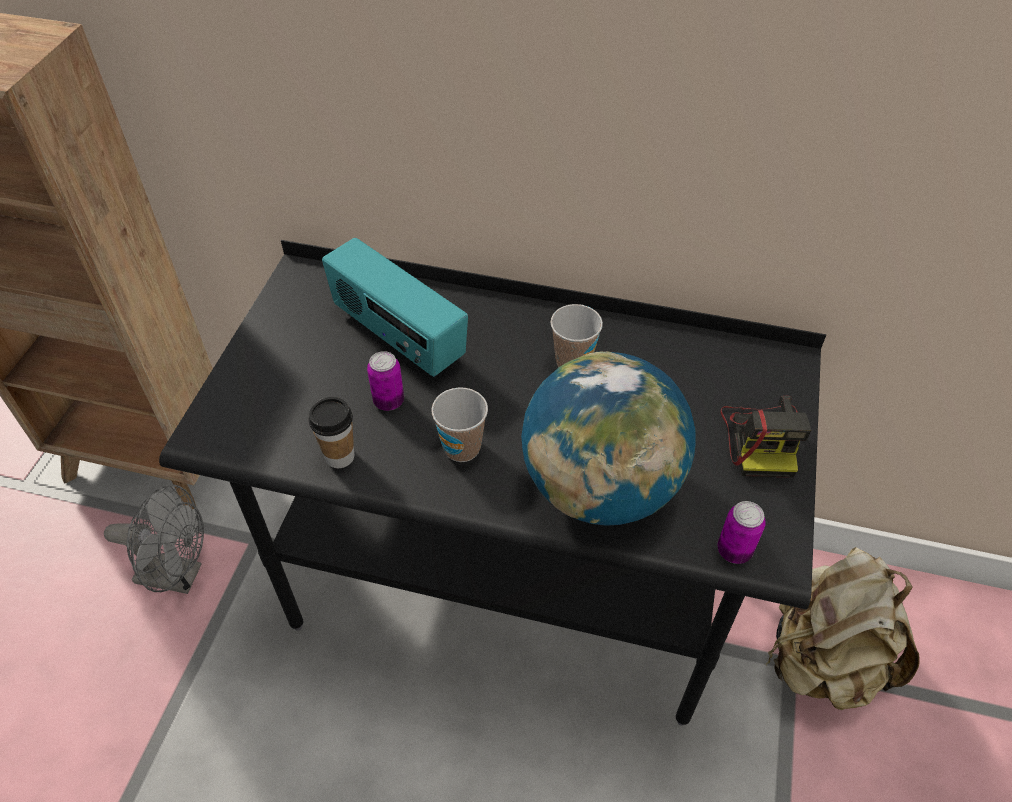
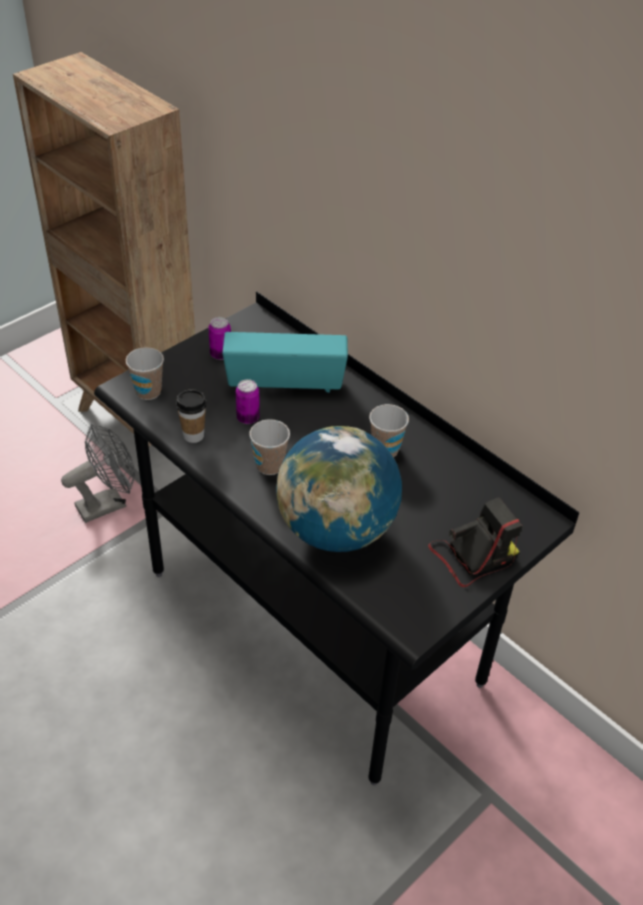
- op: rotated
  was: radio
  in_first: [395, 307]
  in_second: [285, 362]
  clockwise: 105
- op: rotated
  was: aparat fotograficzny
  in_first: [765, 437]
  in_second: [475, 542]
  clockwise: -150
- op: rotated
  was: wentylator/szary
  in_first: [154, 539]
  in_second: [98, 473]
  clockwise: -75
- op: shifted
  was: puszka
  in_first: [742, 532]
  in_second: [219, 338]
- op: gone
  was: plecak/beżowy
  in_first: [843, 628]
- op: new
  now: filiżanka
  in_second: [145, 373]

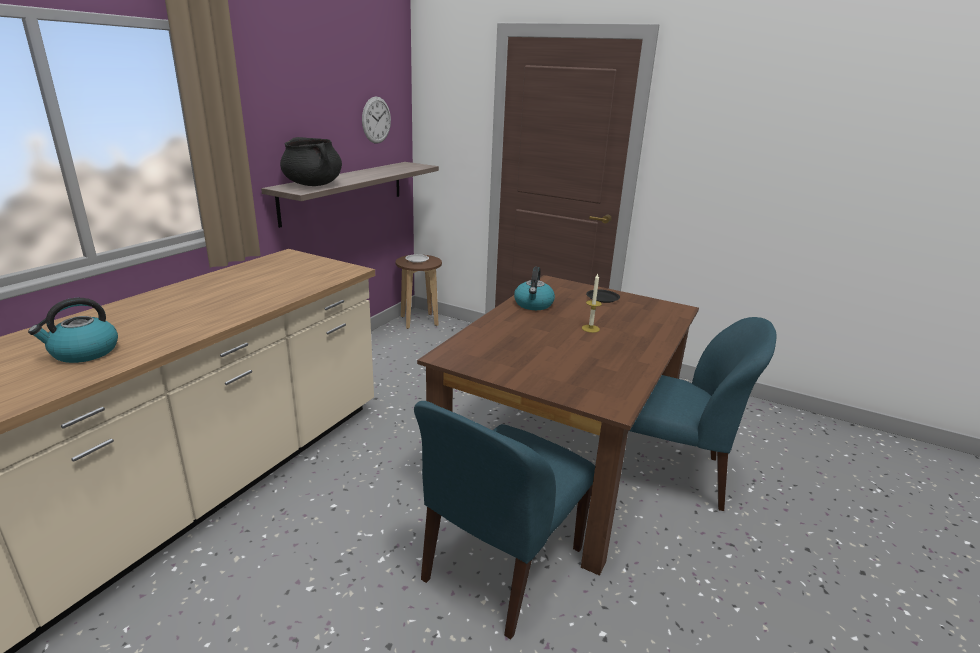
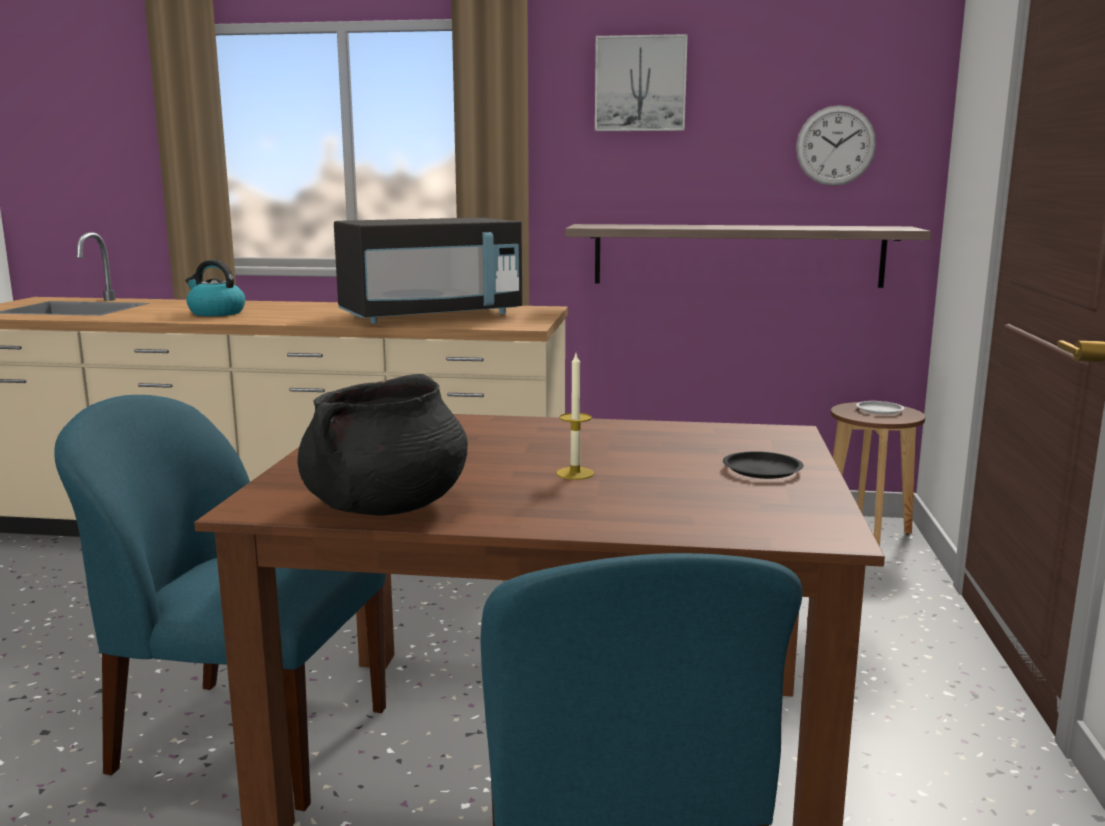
- op: shifted
  was: garnek/czarny
  in_first: [311, 161]
  in_second: [383, 445]
- op: gone
  was: czajnik
  in_first: [534, 288]
- op: new
  now: obraz
  in_second: [641, 82]
- op: new
  now: mikrofalówka/czarny
  in_second: [428, 271]

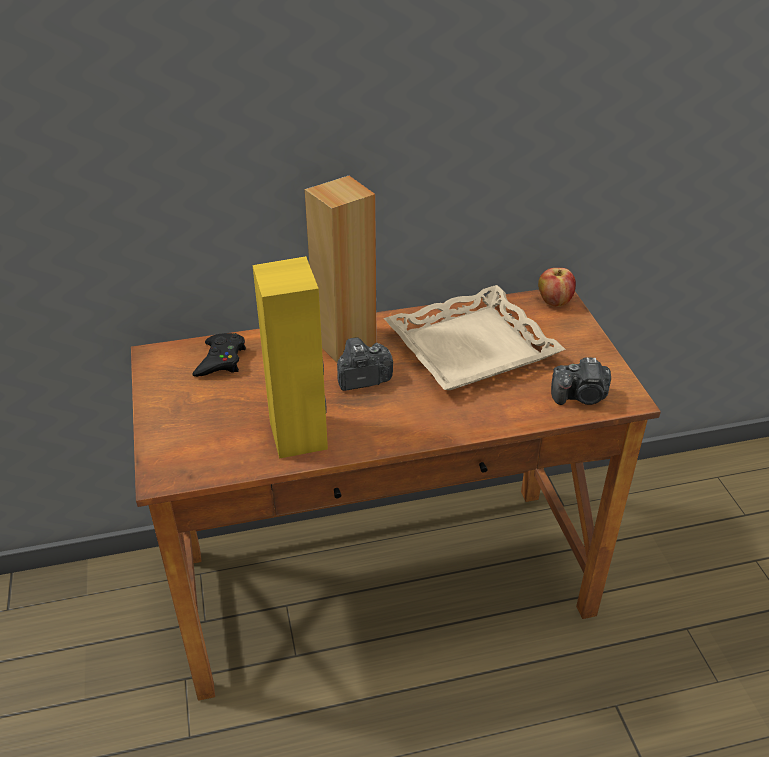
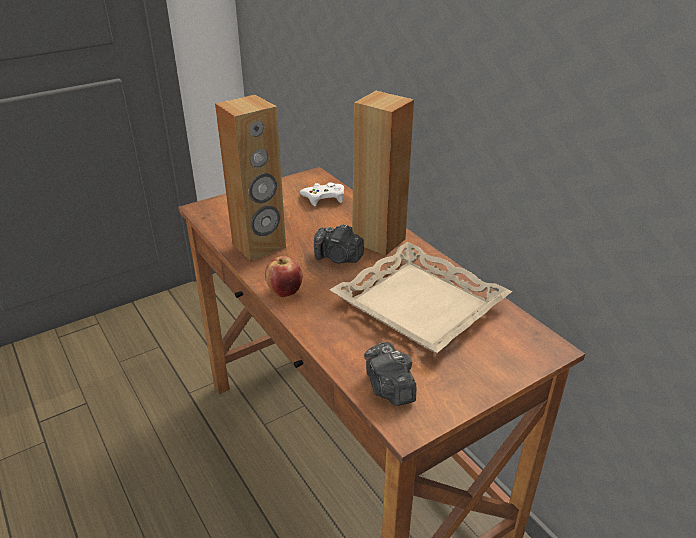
- op: repainted
  was: głośnik/żółty
  now: głośnik/brązowy
  in_first: [290, 357]
  in_second: [250, 178]
- op: shifted
  was: jabłko
  in_first: [557, 287]
  in_second: [284, 276]
- op: repainted
  was: pad do gier/czarny
  now: pad do gier/biały
  in_first: [219, 355]
  in_second: [322, 194]
- op: rotated
  was: aparat fotograficzny
  in_first: [365, 364]
  in_second: [339, 243]
  clockwise: 150

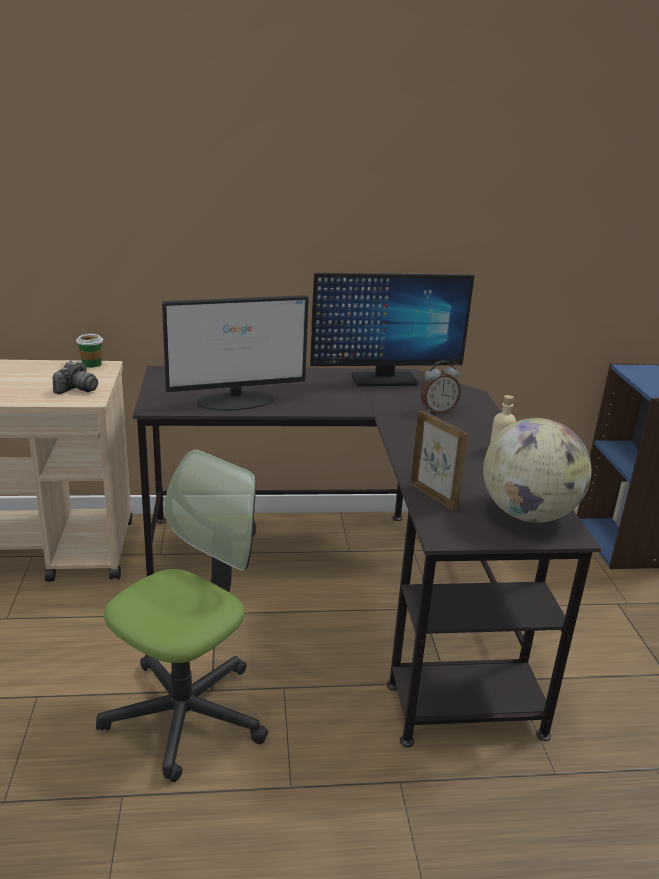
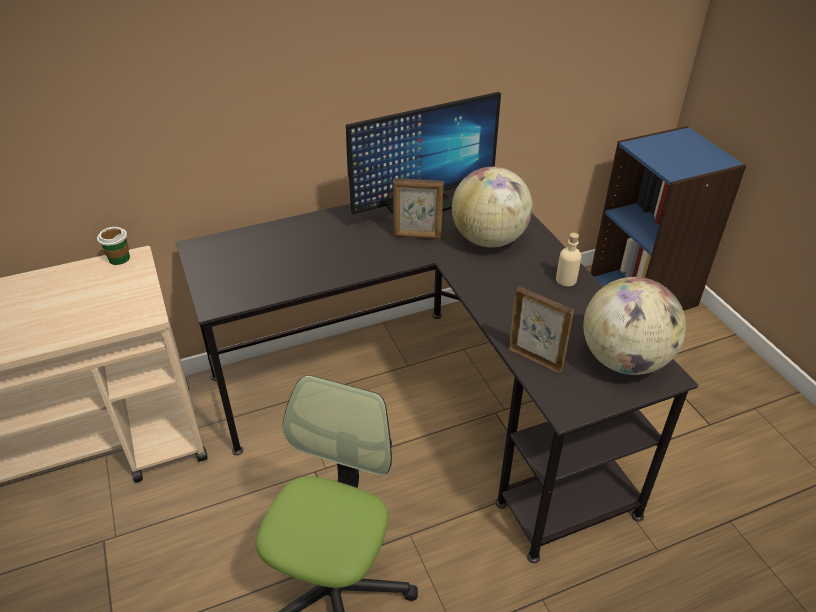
- op: gone
  was: monitor
  in_first: [235, 352]
- op: gone
  was: aparat fotograficzny
  in_first: [75, 377]
- op: swapped
  was: budzik
  now: globus
  in_first: [440, 387]
  in_second: [492, 207]
- op: new
  now: ramka na zdjęcie
  in_second: [418, 208]

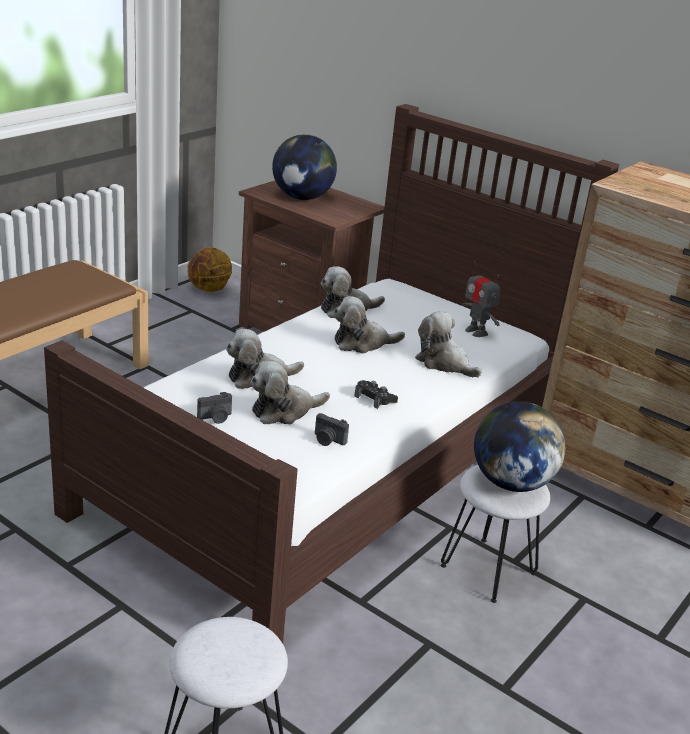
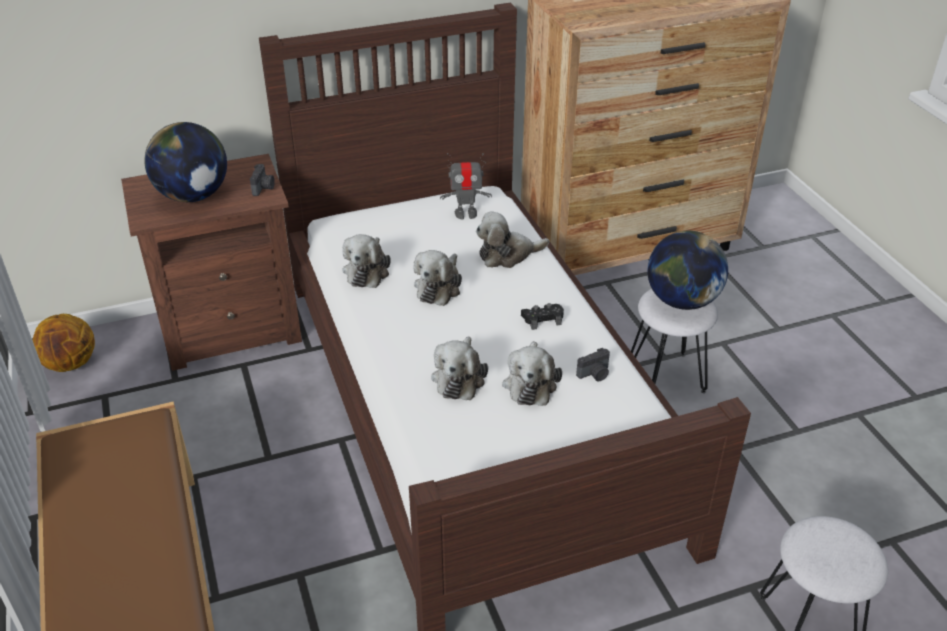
- op: shifted
  was: aparat fotograficzny
  in_first: [214, 408]
  in_second: [262, 180]

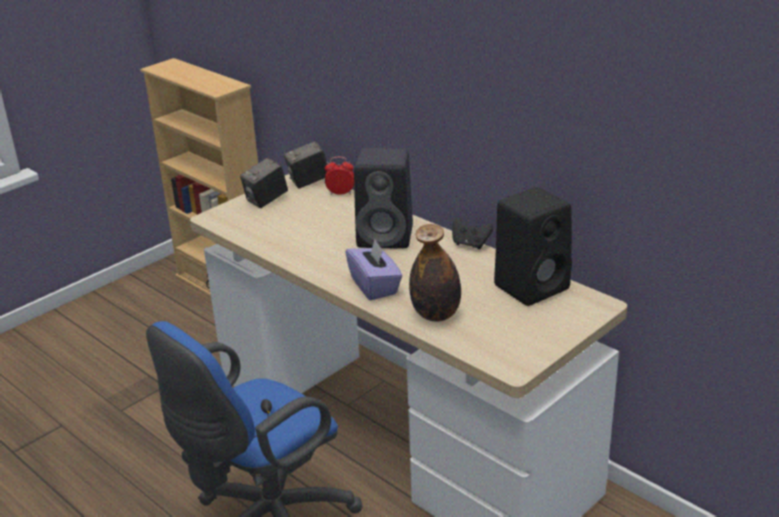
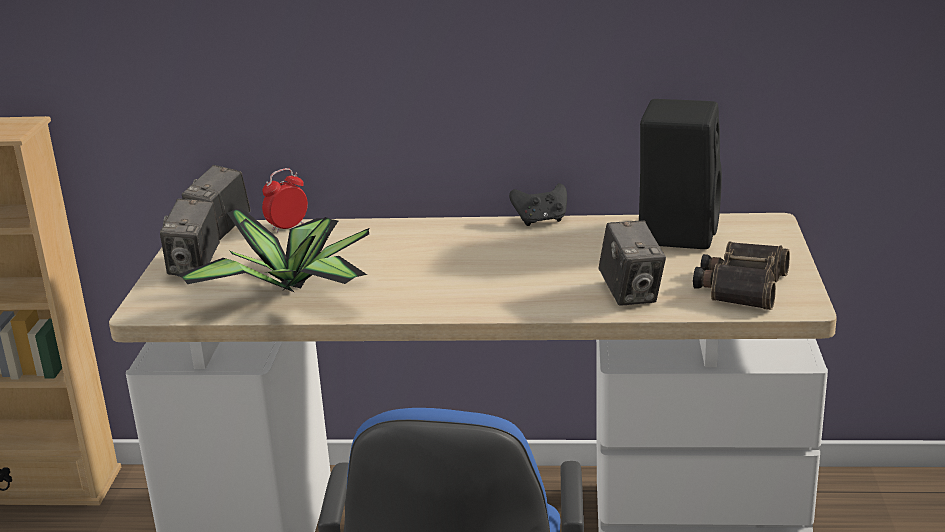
- op: gone
  was: głośnik/czarny
  in_first: [383, 198]
- op: swapped
  was: butelka
  now: aparat fotograficzny
  in_first: [435, 273]
  in_second: [632, 263]
- op: gone
  was: pudełko chusteczek/fioletowy
  in_first: [373, 269]
- op: new
  now: roślina doniczkowa
  in_second: [272, 250]
- op: new
  now: lornetka
  in_second: [741, 276]

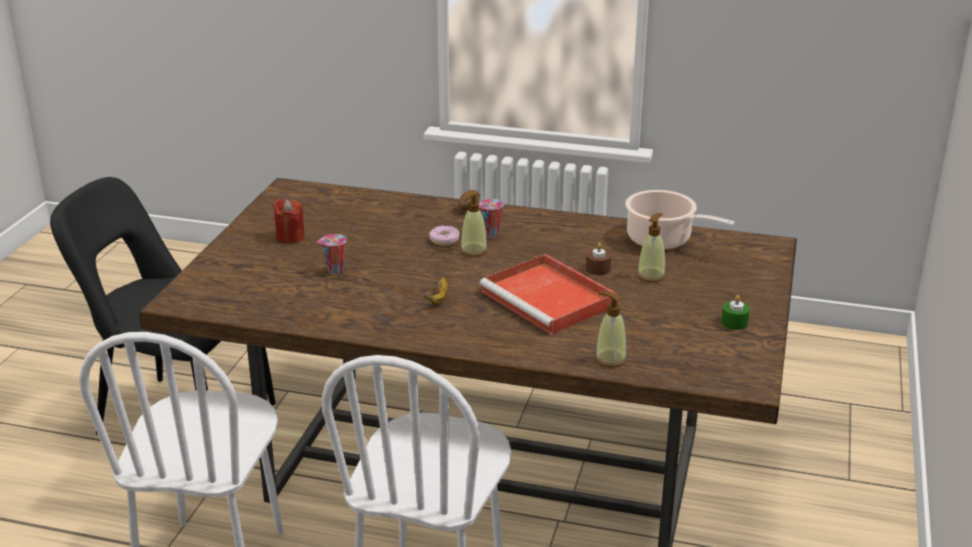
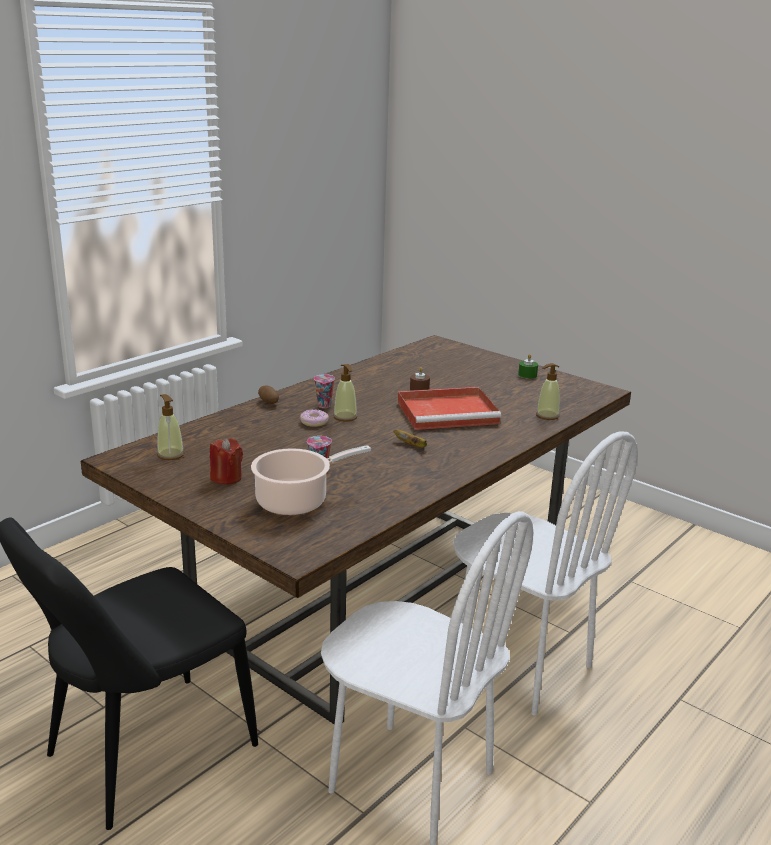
- op: shifted
  was: garnek
  in_first: [680, 219]
  in_second: [311, 480]
- op: shifted
  was: dozownik mydła
  in_first: [651, 247]
  in_second: [170, 427]

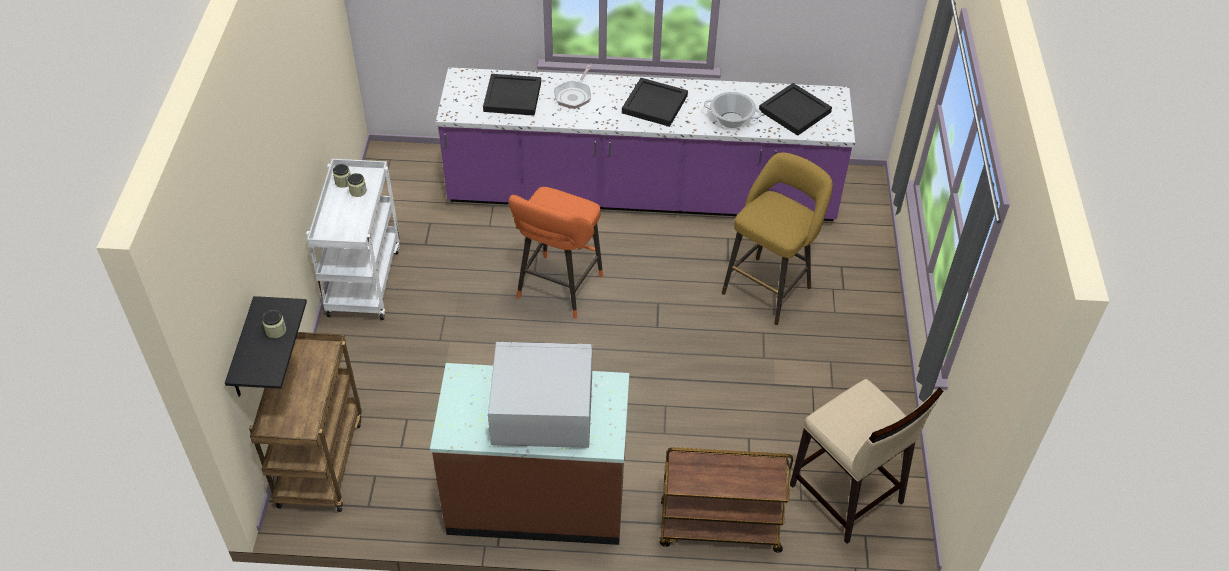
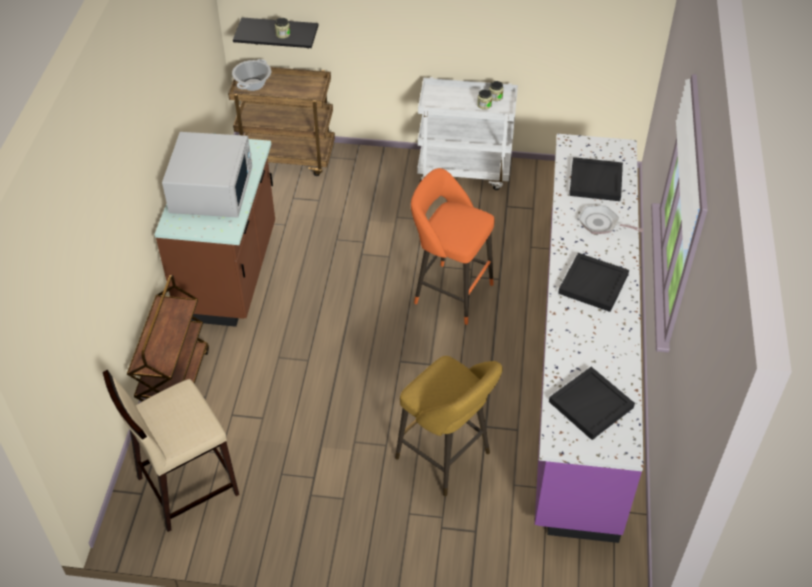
- op: shifted
  was: garnek
  in_first: [733, 110]
  in_second: [251, 75]

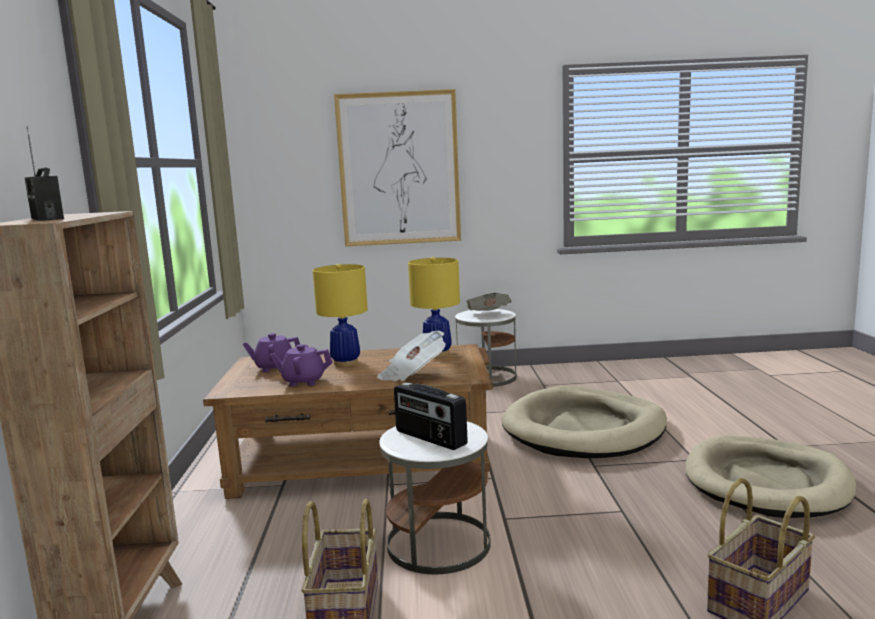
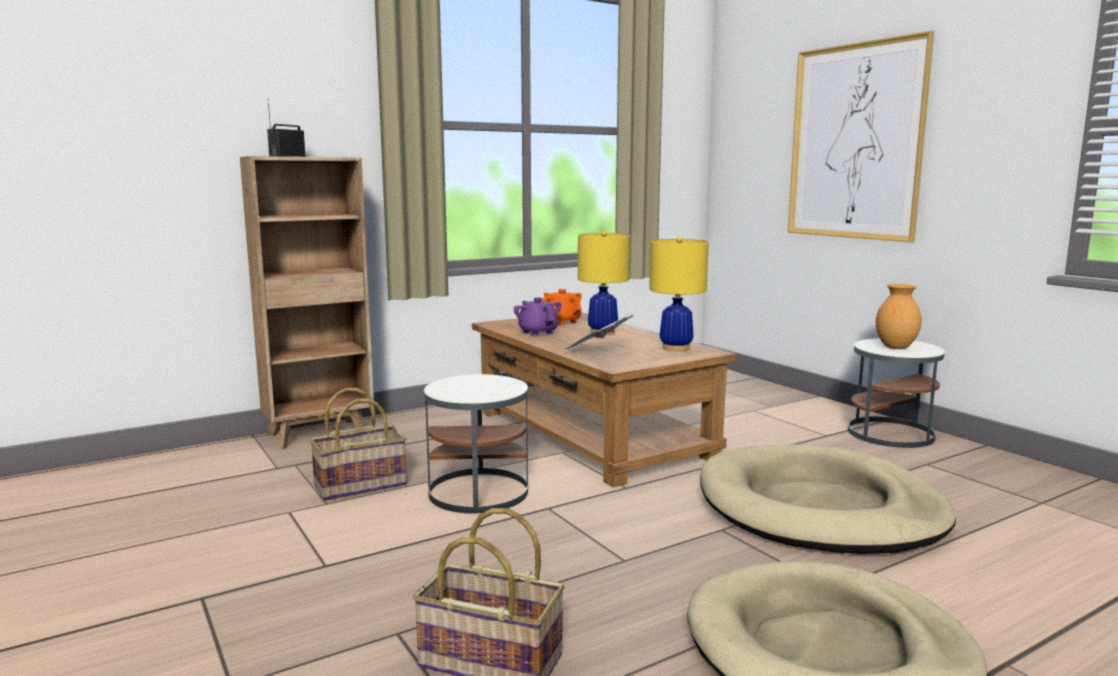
- op: swapped
  was: gazeta
  now: wazon/brązowy
  in_first: [489, 302]
  in_second: [899, 316]
- op: repainted
  was: imbryk/fioletowy
  now: imbryk/pomarańczowy
  in_first: [271, 353]
  in_second: [562, 307]
- op: gone
  was: radio
  in_first: [431, 416]

